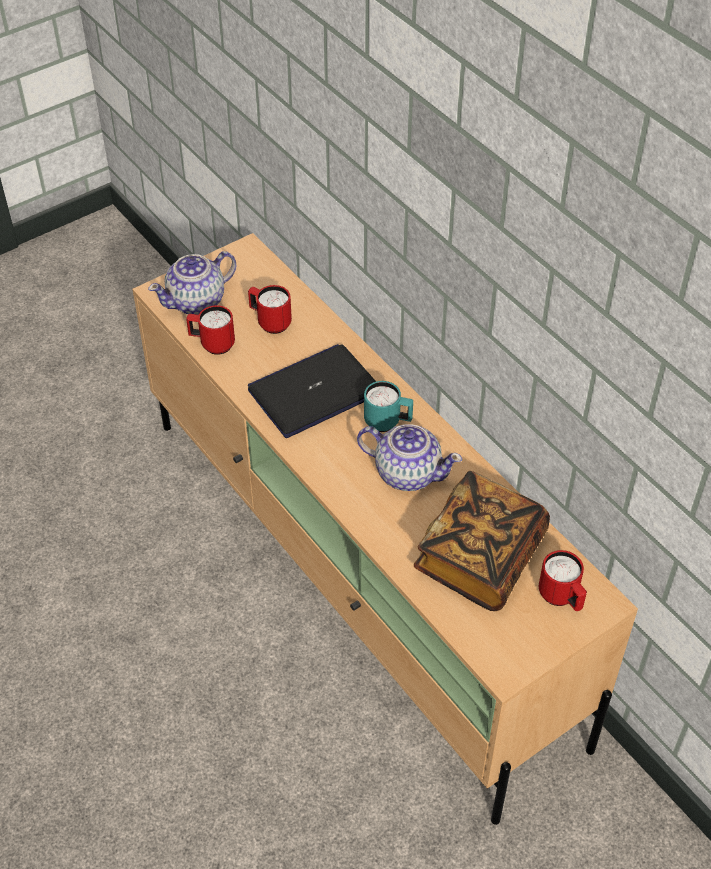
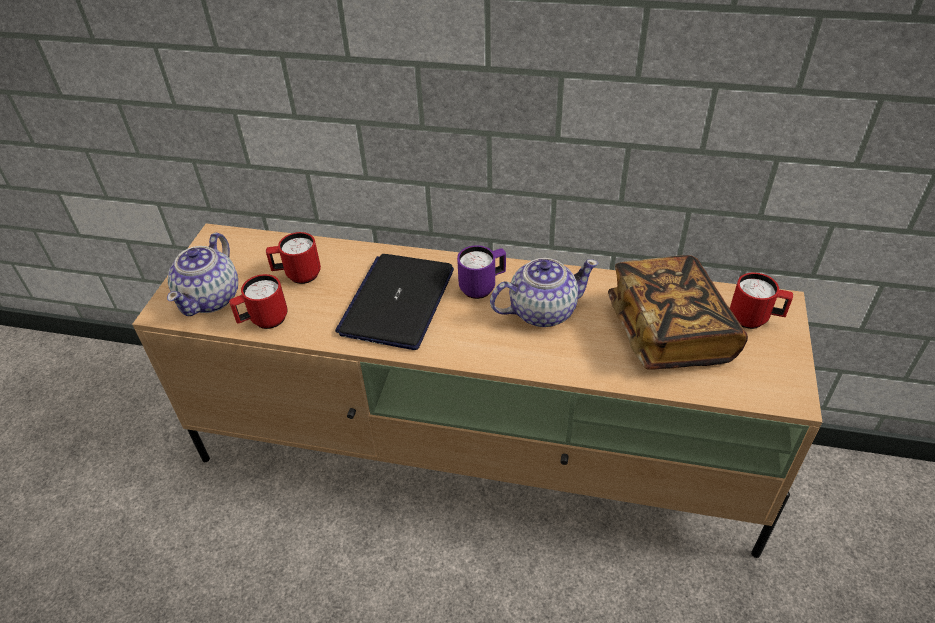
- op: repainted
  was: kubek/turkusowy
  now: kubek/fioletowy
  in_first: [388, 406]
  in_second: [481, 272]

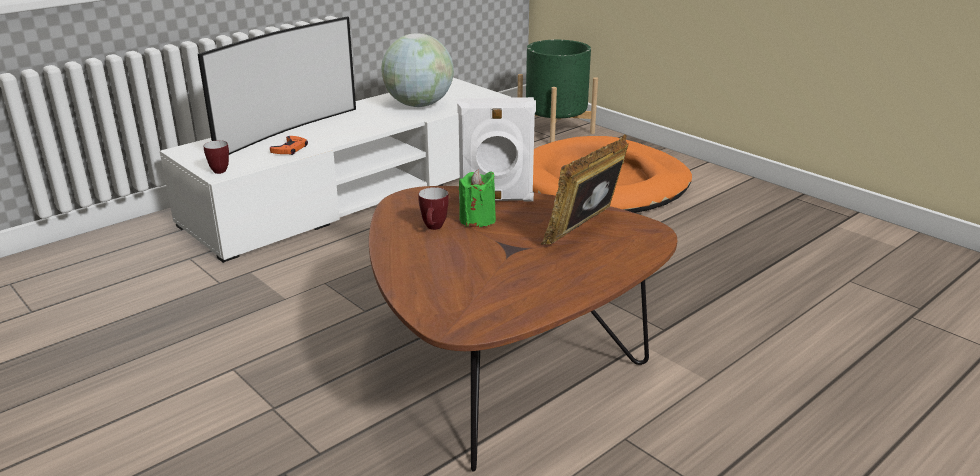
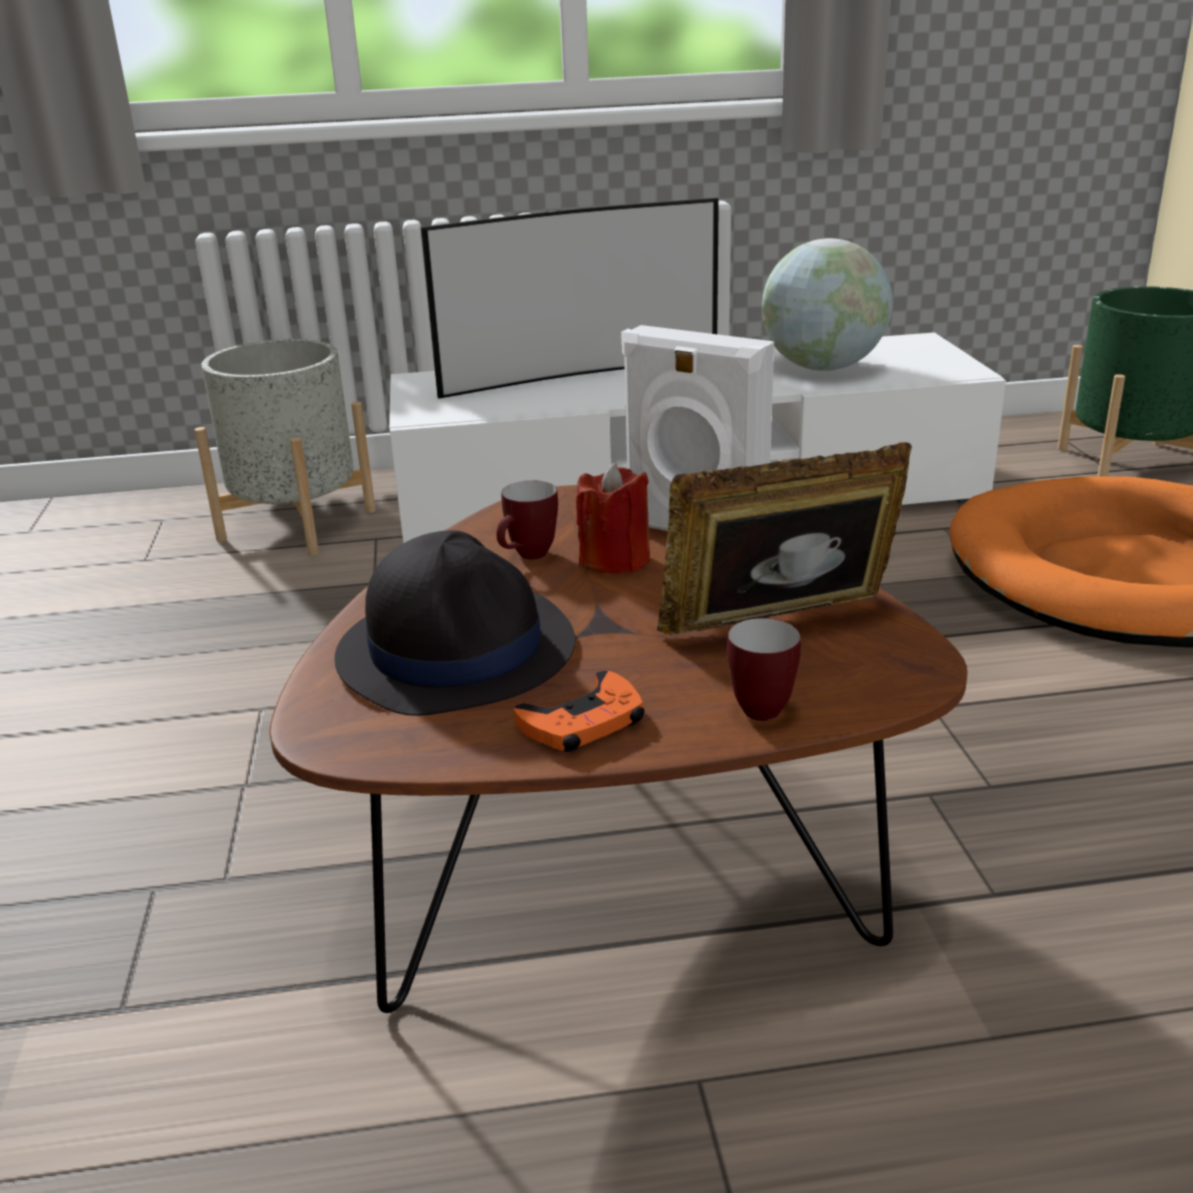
- op: shifted
  was: pad do gier/pomarańczowy
  in_first: [289, 145]
  in_second: [579, 711]
- op: shifted
  was: kubek
  in_first: [216, 157]
  in_second: [764, 669]
- op: repainted
  was: świeca/zielony
  now: świeca/czerwony
  in_first: [477, 198]
  in_second: [613, 518]
- op: new
  now: donica/szary
  in_second: [285, 447]
- op: new
  now: kapelusz/czarny
  in_second: [454, 623]

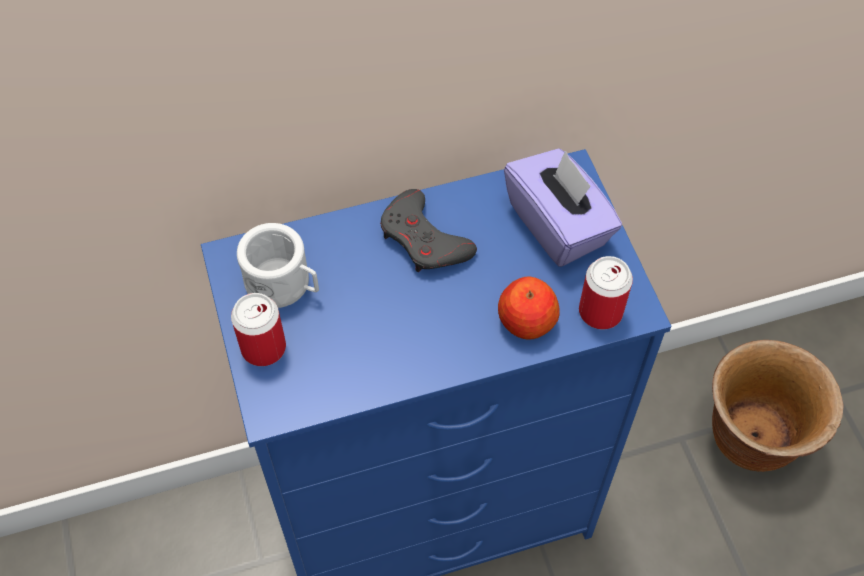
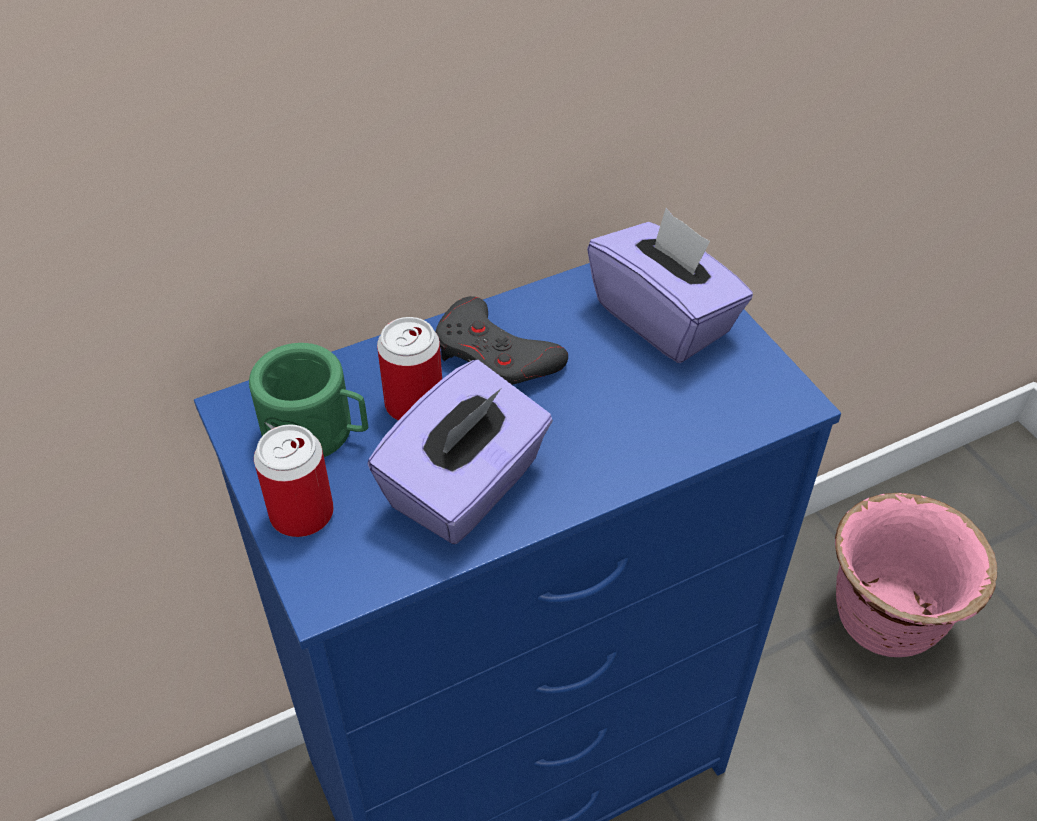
- op: repainted
  was: kubek/biały
  now: kubek/zielony
  in_first: [278, 265]
  in_second: [308, 400]
- op: shifted
  was: puszka
  in_first: [606, 292]
  in_second: [409, 368]
- op: gone
  was: jabłko
  in_first: [529, 308]
- op: repainted
  was: donica/brązowy
  now: donica/różowy
  in_first: [778, 406]
  in_second: [916, 575]
- op: new
  now: pudełko chusteczek/fioletowy
  in_second: [460, 452]

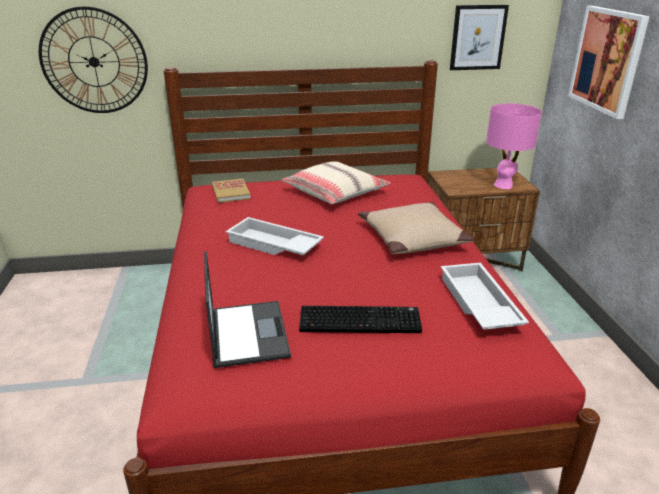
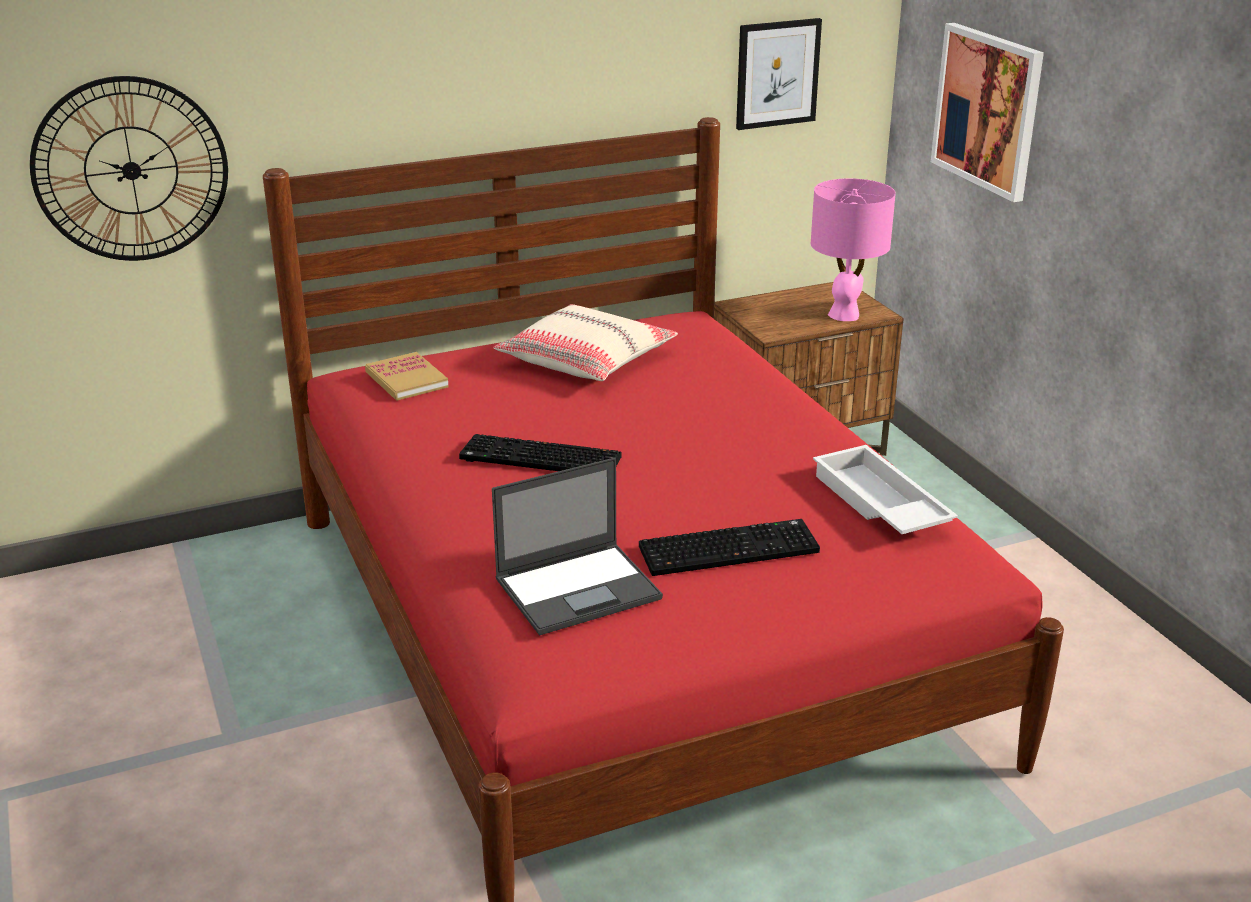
- op: gone
  was: poduszka/beżowy
  in_first: [416, 228]
- op: swapped
  was: taca/biały
  now: klawiatura
  in_first: [275, 236]
  in_second: [540, 452]
- op: rotated
  was: laptop
  in_first: [247, 309]
  in_second: [577, 547]
  clockwise: 90

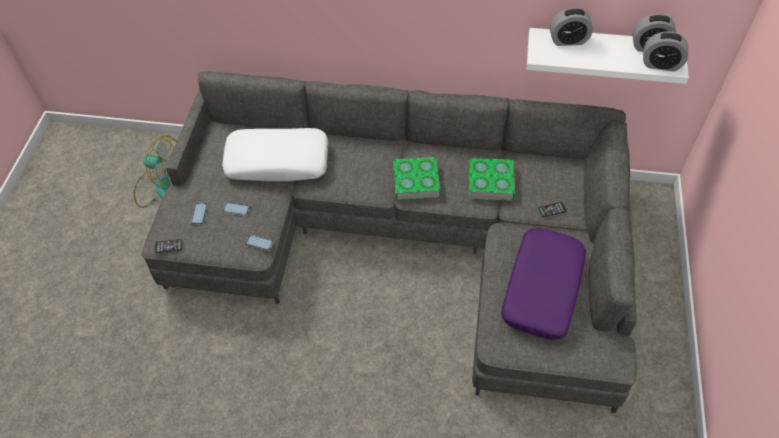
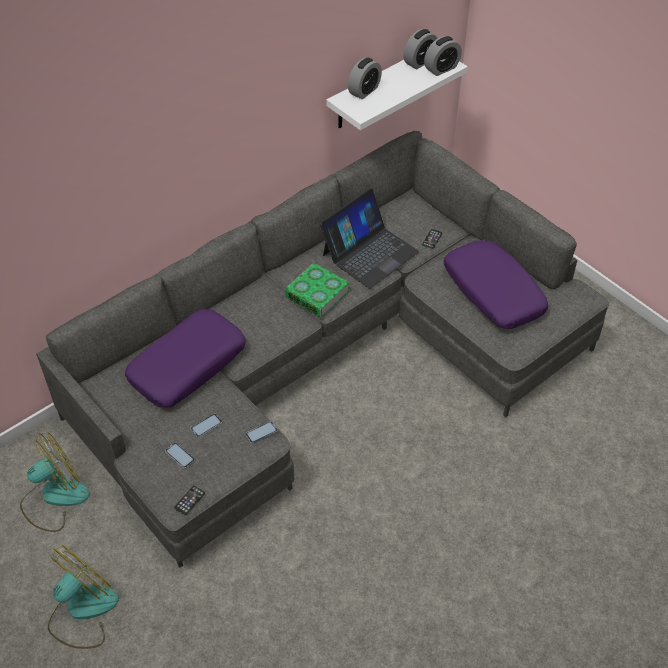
- op: repainted
  was: poduszka/biały
  now: poduszka/fioletowy
  in_first: [275, 154]
  in_second: [185, 358]
- op: swapped
  was: książka
  now: laptop
  in_first: [492, 179]
  in_second: [369, 238]
- op: new
  now: wentylator
  in_second: [83, 597]

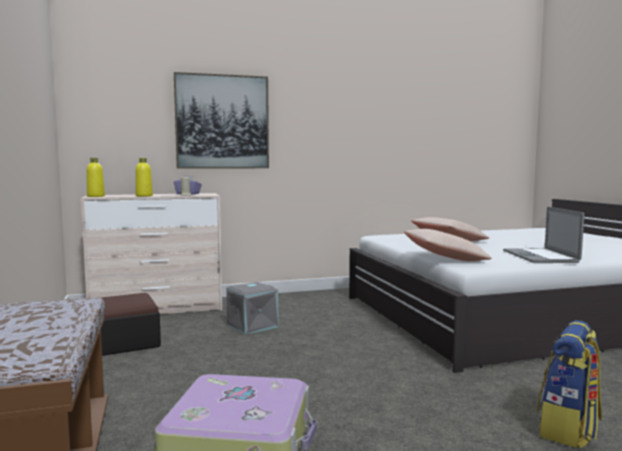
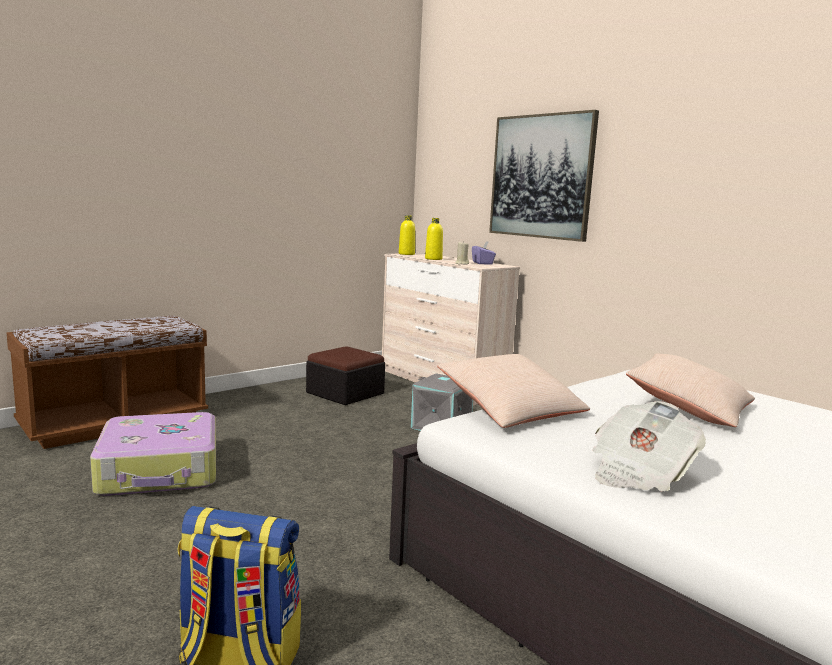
- op: swapped
  was: laptop
  now: gazeta
  in_first: [543, 235]
  in_second: [649, 446]

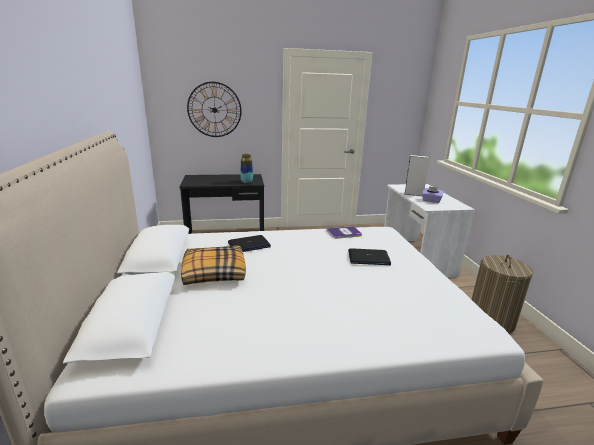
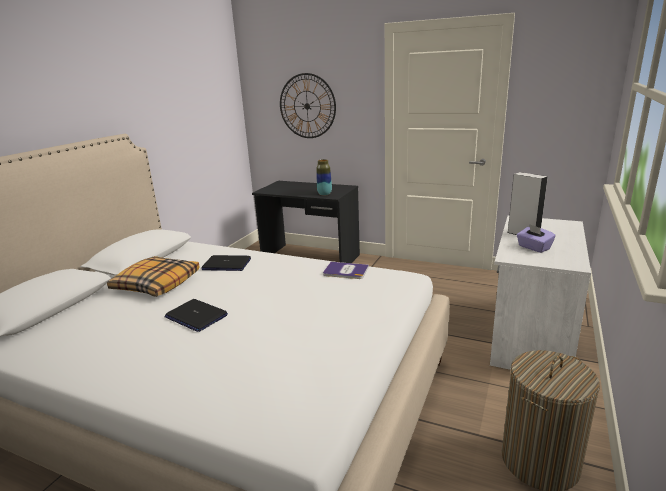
- op: shifted
  was: laptop
  in_first: [369, 256]
  in_second: [196, 315]

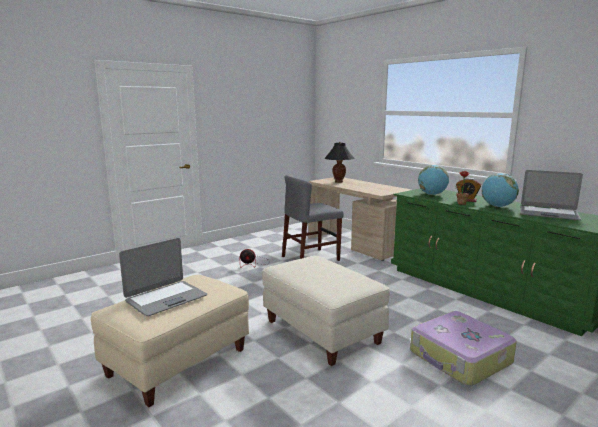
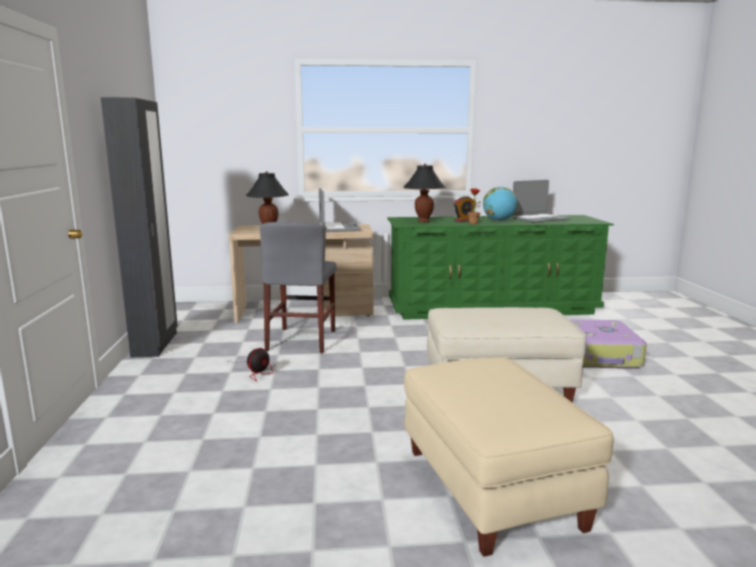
- op: swapped
  was: globus
  now: lampa stołowa/czarny
  in_first: [433, 180]
  in_second: [424, 193]
- op: shifted
  was: laptop
  in_first: [163, 277]
  in_second: [340, 210]
- op: new
  now: szafa/czarny
  in_second: [139, 227]

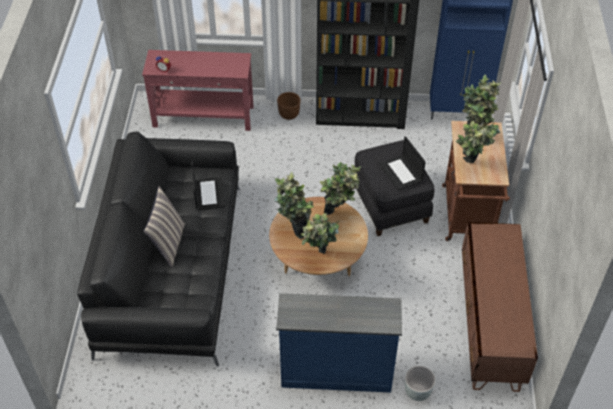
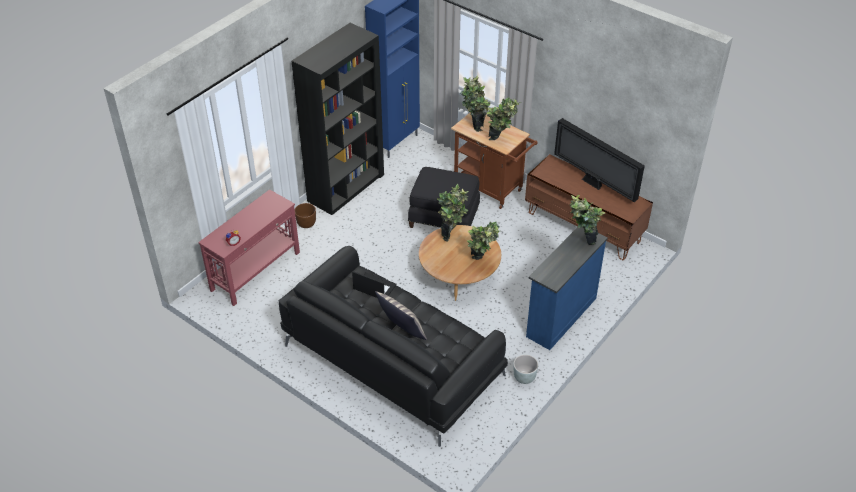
- op: gone
  was: laptop
  in_first: [402, 163]
- op: shifted
  was: roślina doniczkowa
  in_first: [294, 205]
  in_second: [587, 220]
- op: shifted
  was: donica/szary
  in_first: [420, 383]
  in_second: [525, 369]
- op: new
  now: telewizor
  in_second: [599, 160]

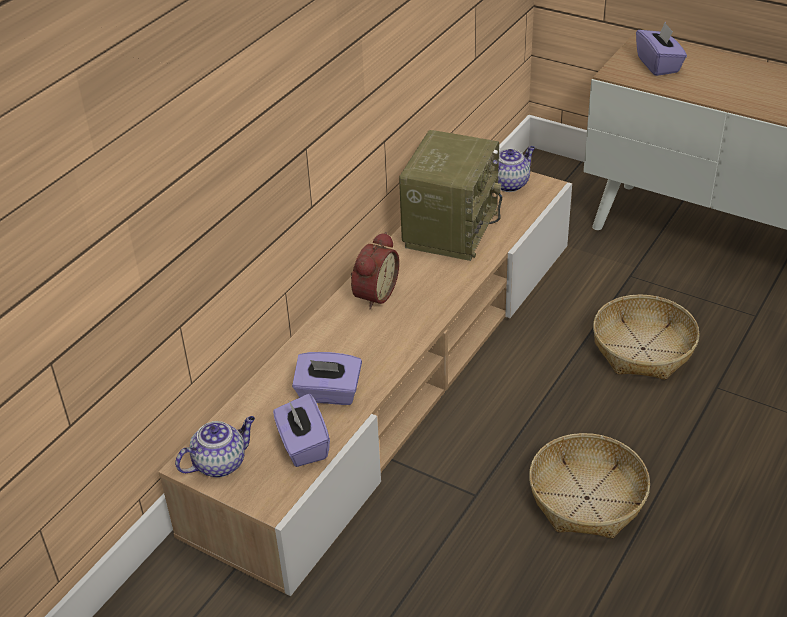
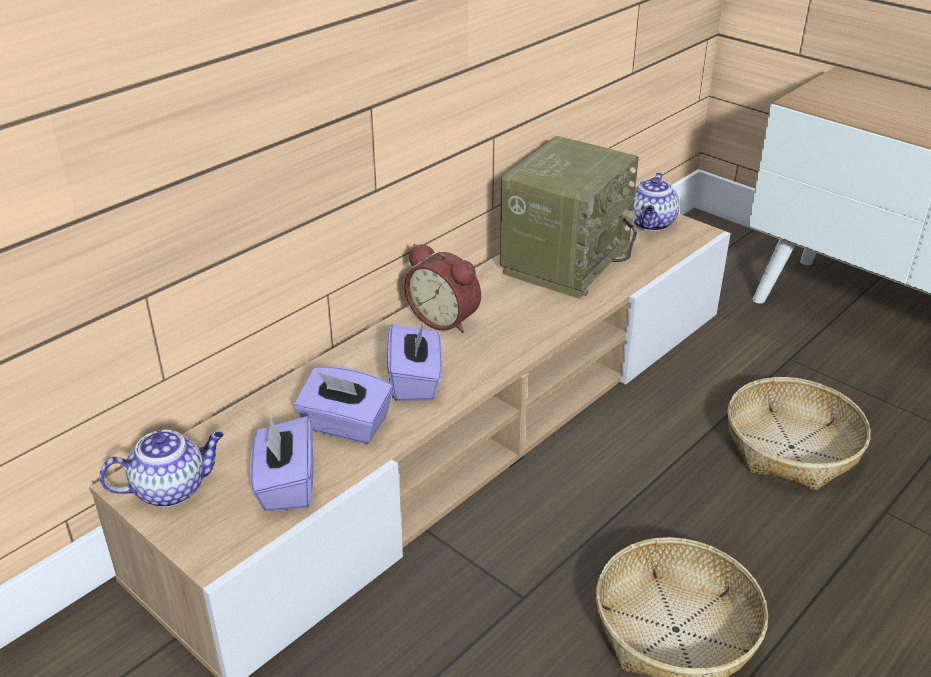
- op: shifted
  was: pudełko chusteczek/fioletowy
  in_first: [661, 49]
  in_second: [414, 361]
- op: rotated
  was: imbryk
  in_first: [514, 169]
  in_second: [656, 201]
  clockwise: 135
- op: rotated
  was: budzik
  in_first: [375, 270]
  in_second: [442, 288]
  clockwise: 90

